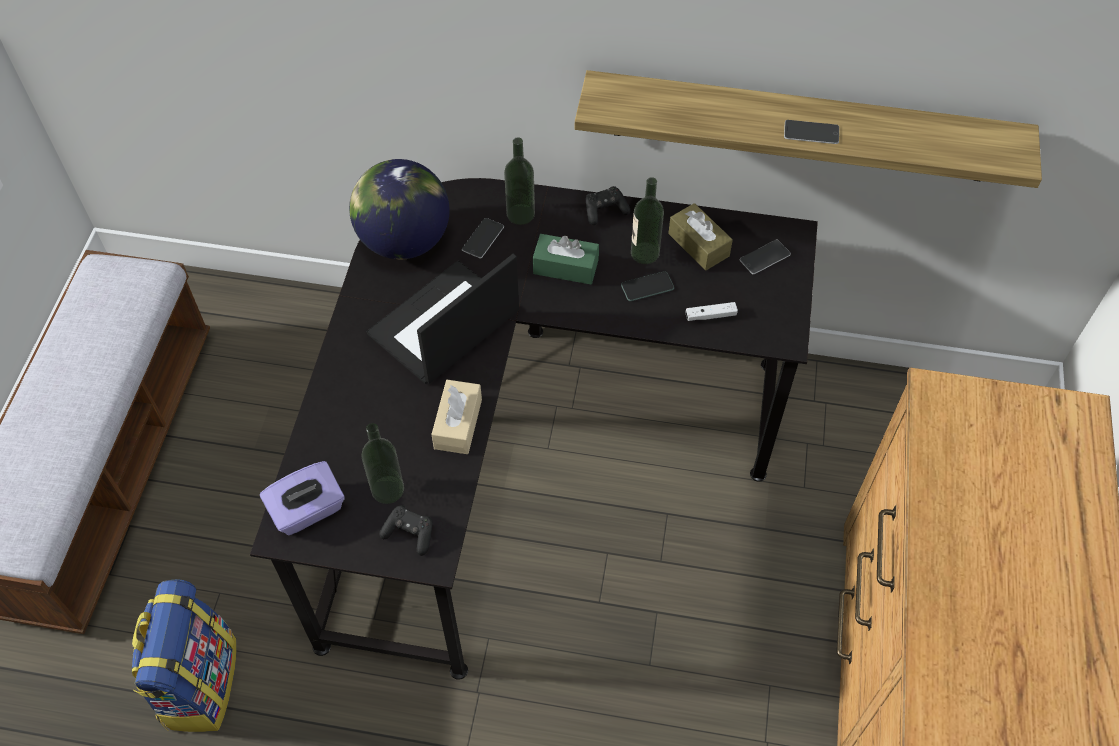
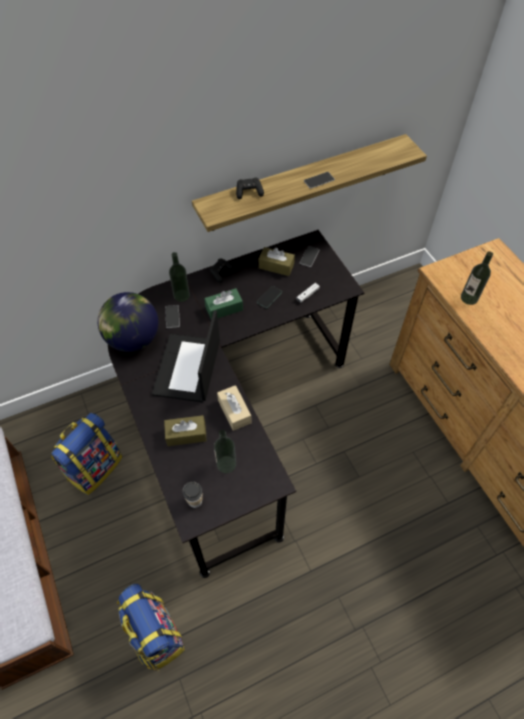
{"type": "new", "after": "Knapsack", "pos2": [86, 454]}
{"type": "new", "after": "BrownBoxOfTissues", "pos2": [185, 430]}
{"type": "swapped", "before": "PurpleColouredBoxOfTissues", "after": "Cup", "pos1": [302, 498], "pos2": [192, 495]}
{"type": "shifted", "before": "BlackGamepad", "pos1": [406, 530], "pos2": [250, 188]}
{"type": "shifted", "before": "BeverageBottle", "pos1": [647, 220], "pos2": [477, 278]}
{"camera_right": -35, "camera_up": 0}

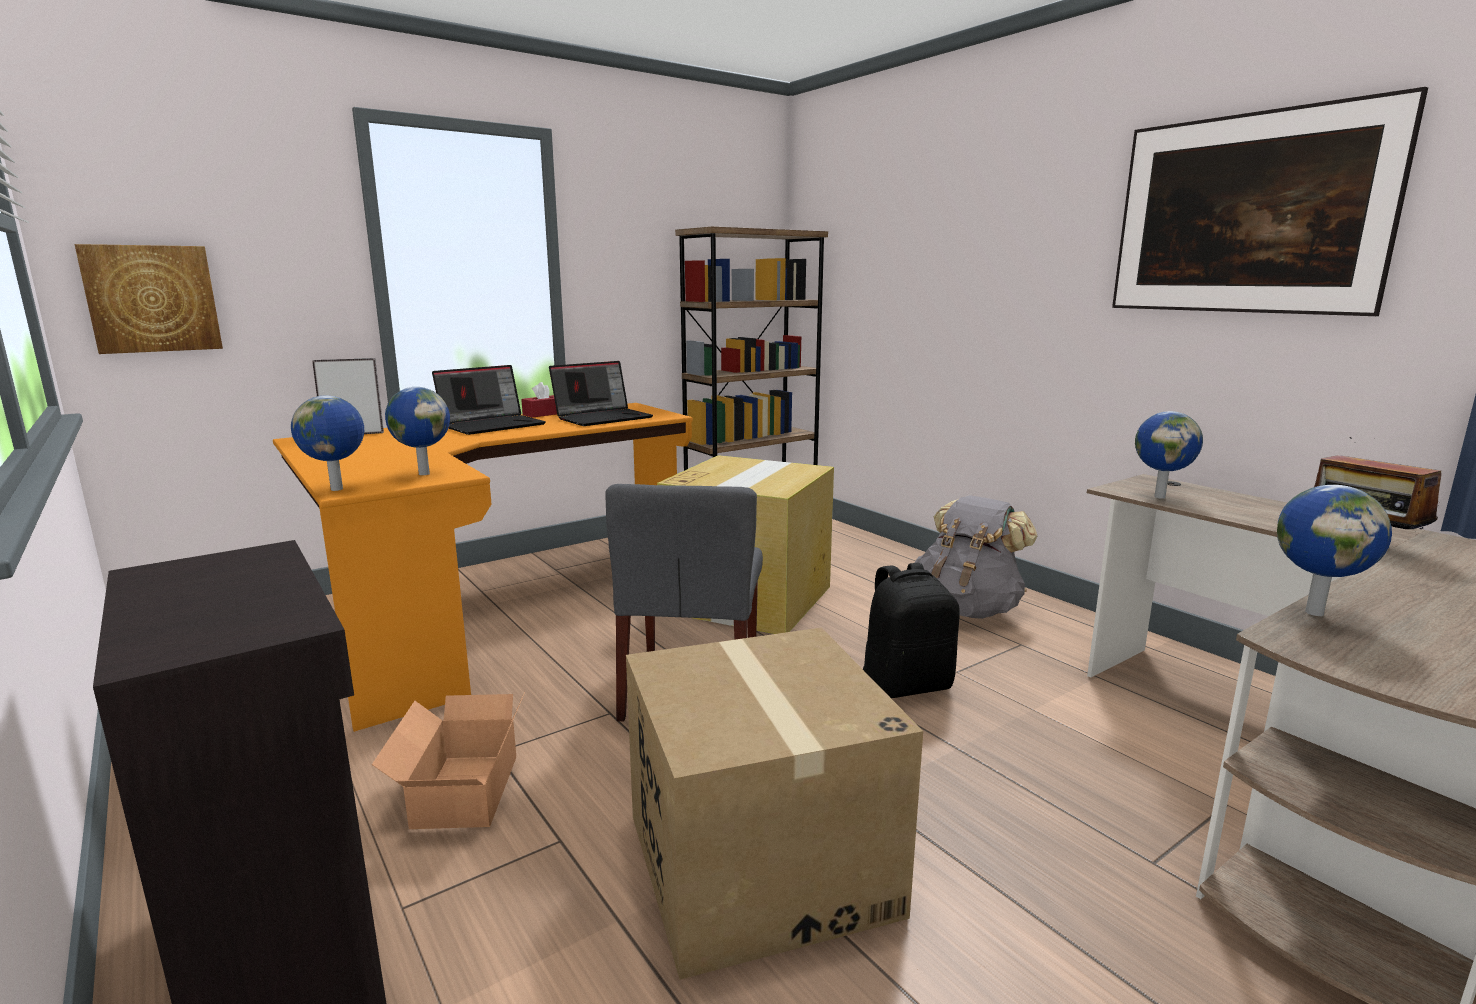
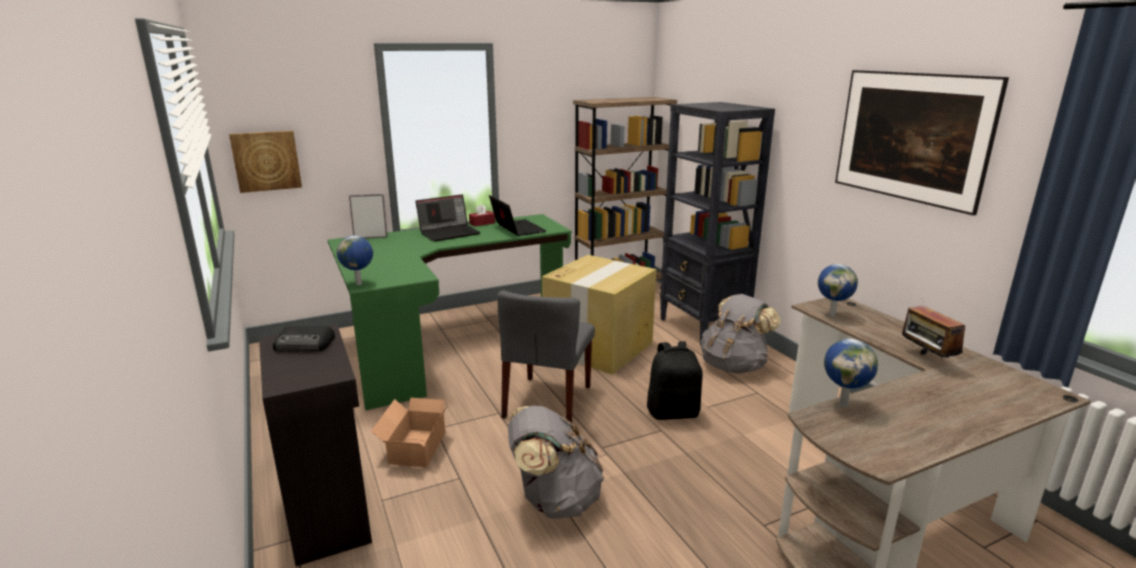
{"type": "new", "after": "RadioSet", "pos2": [304, 338]}
{"type": "repainted", "before": "OrangeColouredDesk", "after": "GreenColouredDesk", "pos1": [483, 567], "pos2": [449, 312]}
{"type": "rotated", "before": "Laptop", "pos1": [601, 393], "pos2": [517, 215], "turn": -90}
{"type": "swapped", "before": "CardboardBox", "after": "GreyKnapsack", "pos1": [774, 803], "pos2": [556, 462]}
{"type": "new", "after": "BlackBookcase", "pos2": [717, 224]}
{"type": "gone", "before": "WorldGlobe", "pos1": [417, 431]}
{"camera_right": 10, "camera_up": 5}

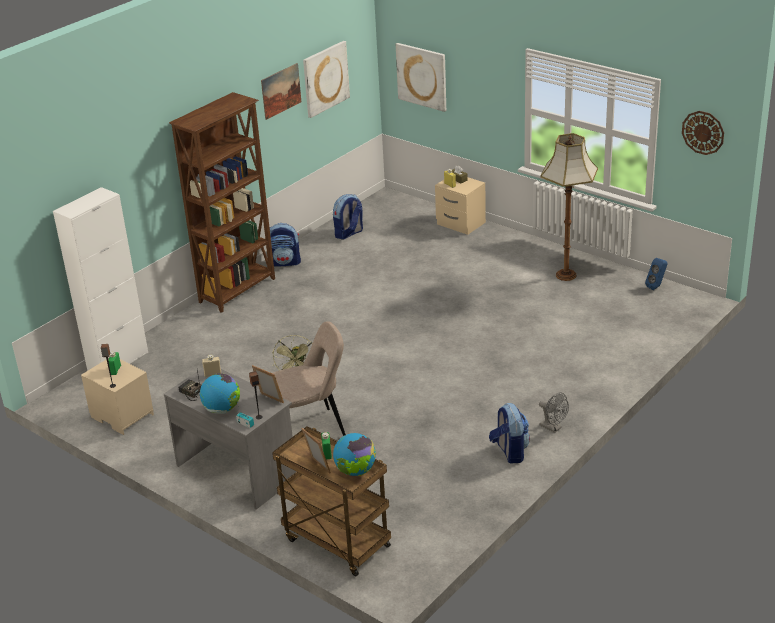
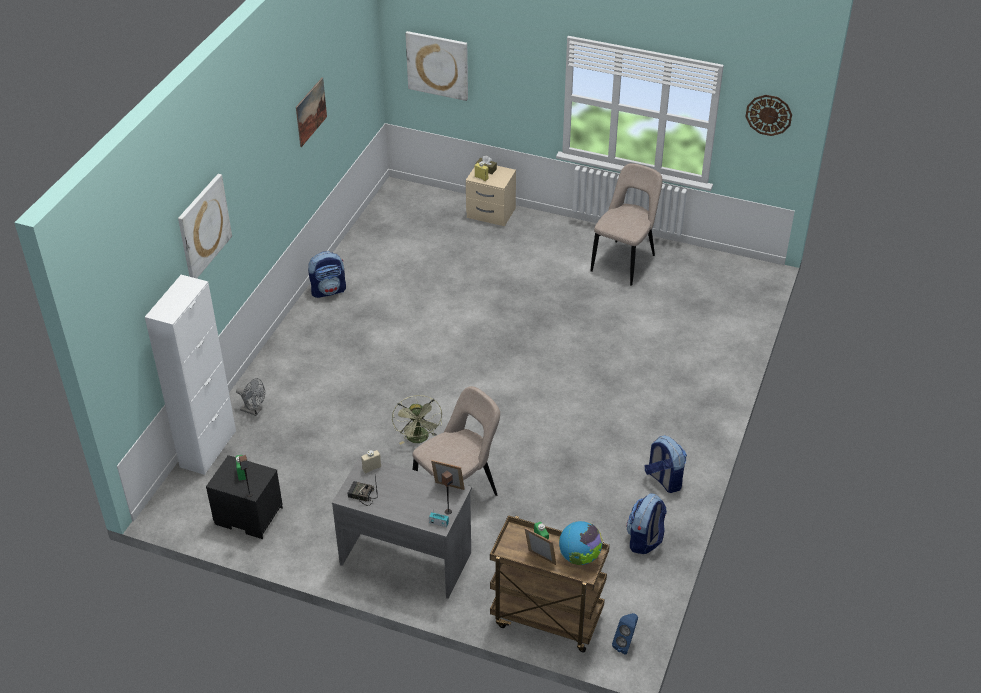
{"type": "shifted", "before": "WallPicture", "pos1": [326, 79], "pos2": [205, 226]}
{"type": "repainted", "before": "SandColouredNightstand", "after": "BlackNightstand", "pos1": [117, 396], "pos2": [244, 497]}
{"type": "shifted", "before": "GreyCoolingFan", "pos1": [554, 412], "pos2": [250, 397]}
{"type": "swapped", "before": "StandingLamp", "after": "SandColouredUprightChair", "pos1": [569, 207], "pos2": [626, 224]}
{"type": "shifted", "before": "BlueAudioSpeaker", "pos1": [656, 274], "pos2": [625, 633]}
{"type": "shifted", "before": "Knapsack", "pos1": [348, 217], "pos2": [647, 523]}
{"type": "gone", "before": "BrownBookcase", "pos1": [222, 202]}
{"type": "gone", "before": "WorldGlobe", "pos1": [220, 393]}
{"camera_right": -20, "camera_up": 10}

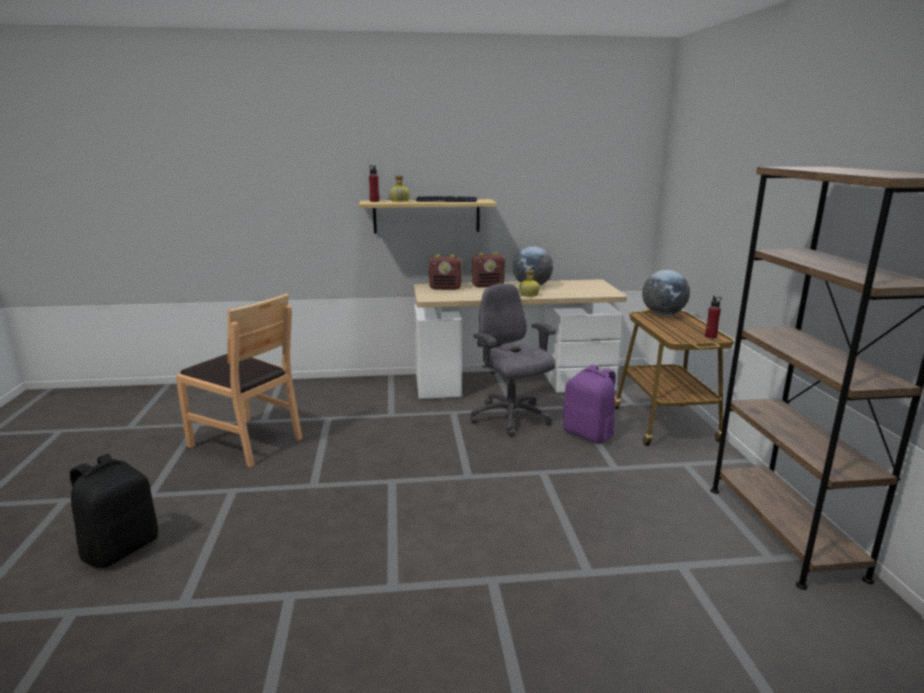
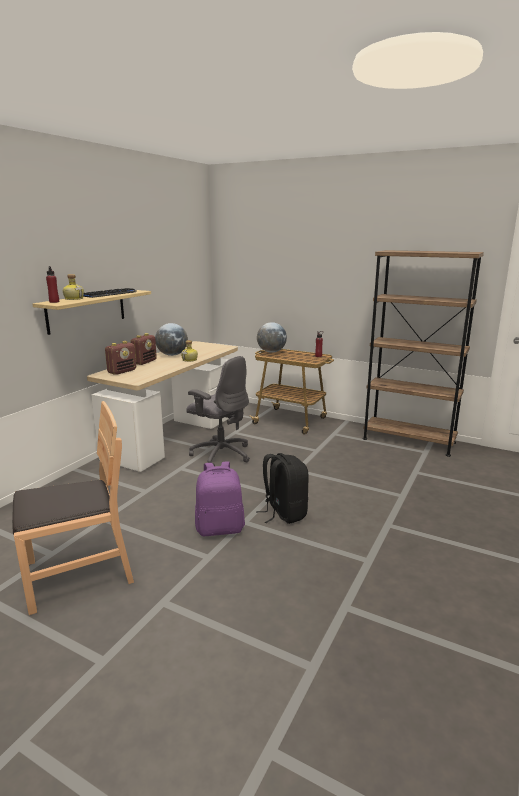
{"type": "rotated", "before": "GreyComputerChair", "pos1": [513, 360], "pos2": [218, 411], "turn": -150}
{"type": "shifted", "before": "PurpleColouredKnapsack", "pos1": [589, 404], "pos2": [220, 498]}
{"type": "shifted", "before": "BlackKnapsack", "pos1": [114, 511], "pos2": [282, 488]}
{"camera_right": -55, "camera_up": 0}

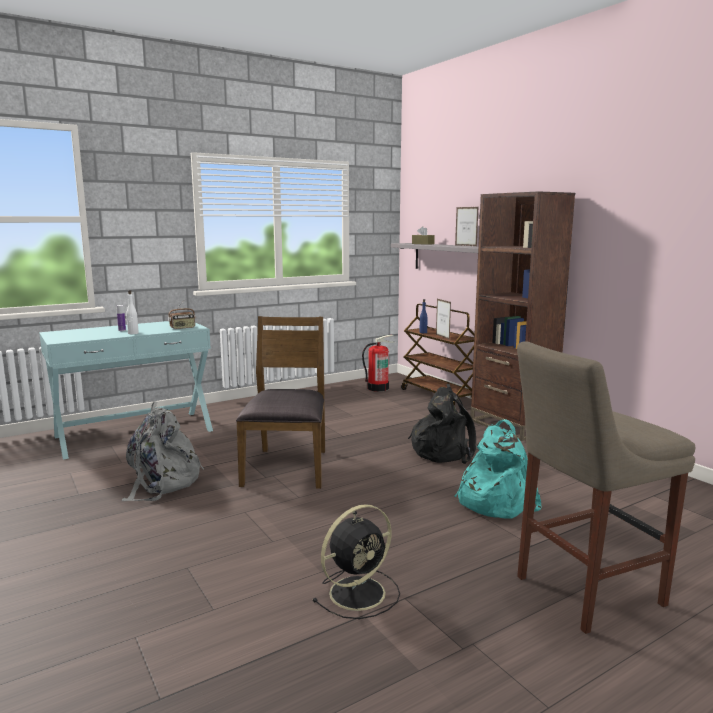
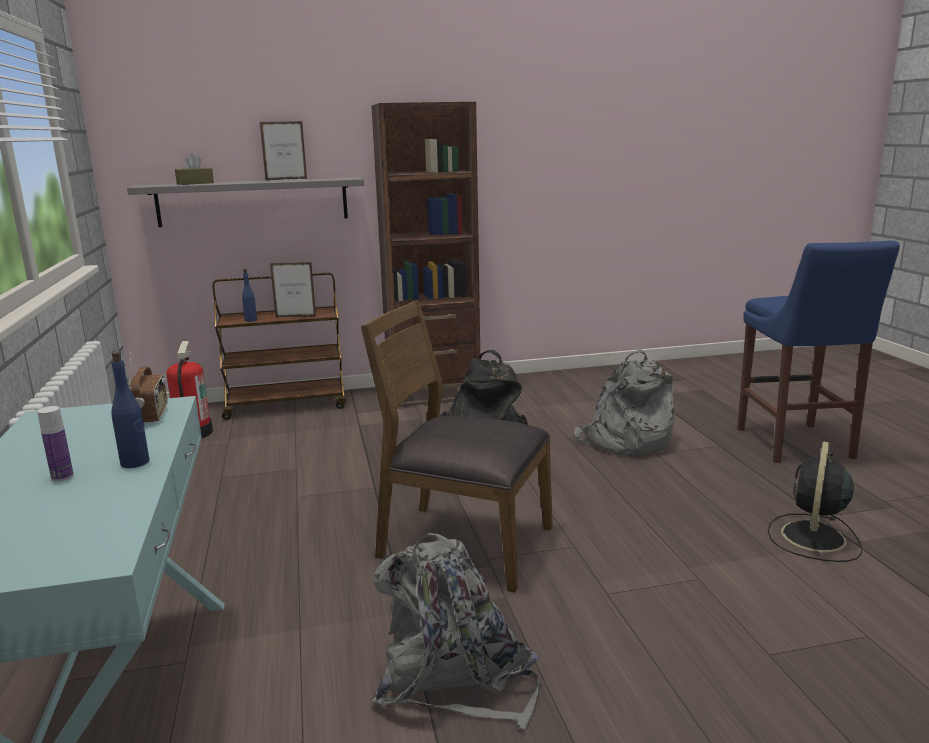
{"type": "repainted", "before": "WhiteColouredBeverageBottle", "after": "BlueBeverageBottle", "pos1": [132, 312], "pos2": [130, 409]}
{"type": "repainted", "before": "BlueGreenKnapsack", "after": "GreyKnapsack", "pos1": [498, 469], "pos2": [624, 402]}
{"type": "repainted", "before": "SandColouredSittingStool", "after": "BlueSittingStool", "pos1": [606, 487], "pos2": [818, 351]}
{"type": "rotated", "before": "BlackCoolingFan", "pos1": [356, 561], "pos2": [815, 501], "turn": -135}
{"camera_right": -70, "camera_up": 5}

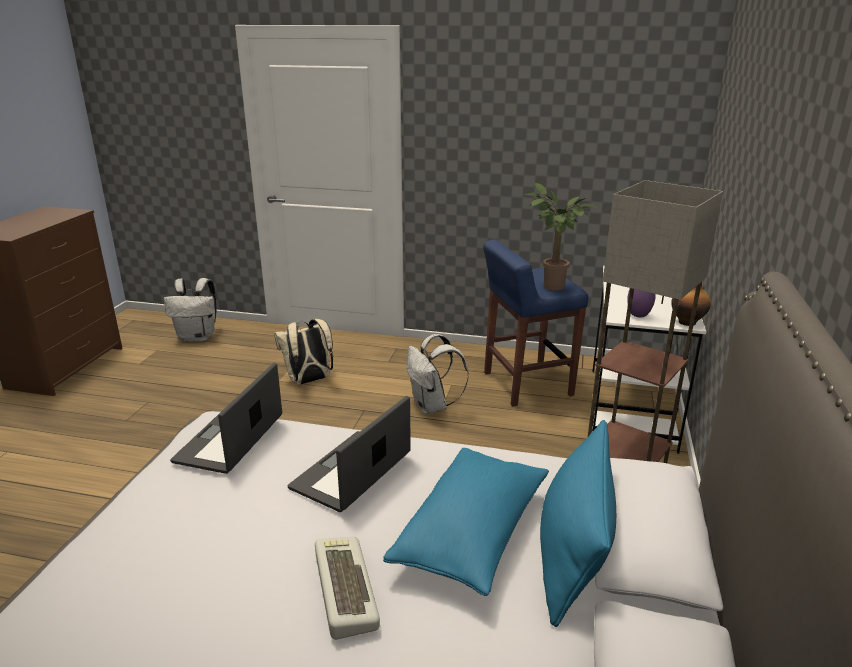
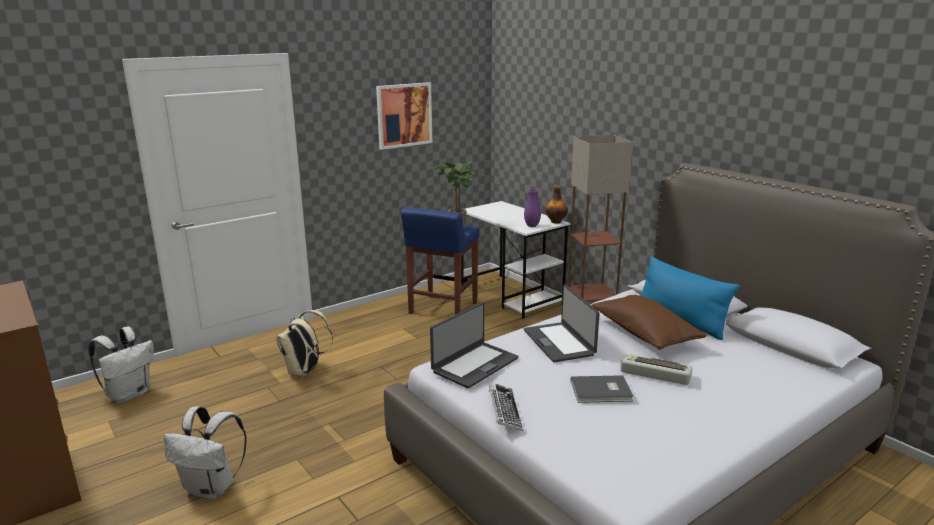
{"type": "shifted", "before": "WhiteColouredKnapsack", "pos1": [438, 374], "pos2": [205, 453]}
{"type": "new", "after": "WallPicture", "pos2": [404, 116]}
{"type": "rotated", "before": "Laptop", "pos1": [226, 418], "pos2": [474, 345], "turn": -105}
{"type": "new", "after": "PcKeyboard", "pos2": [506, 406]}
{"type": "new", "after": "GreyVolume", "pos2": [602, 389]}
{"type": "repainted", "before": "BluePillow", "after": "BrownPillow", "pos1": [466, 522], "pos2": [649, 322]}
{"camera_right": -50, "camera_up": -5}

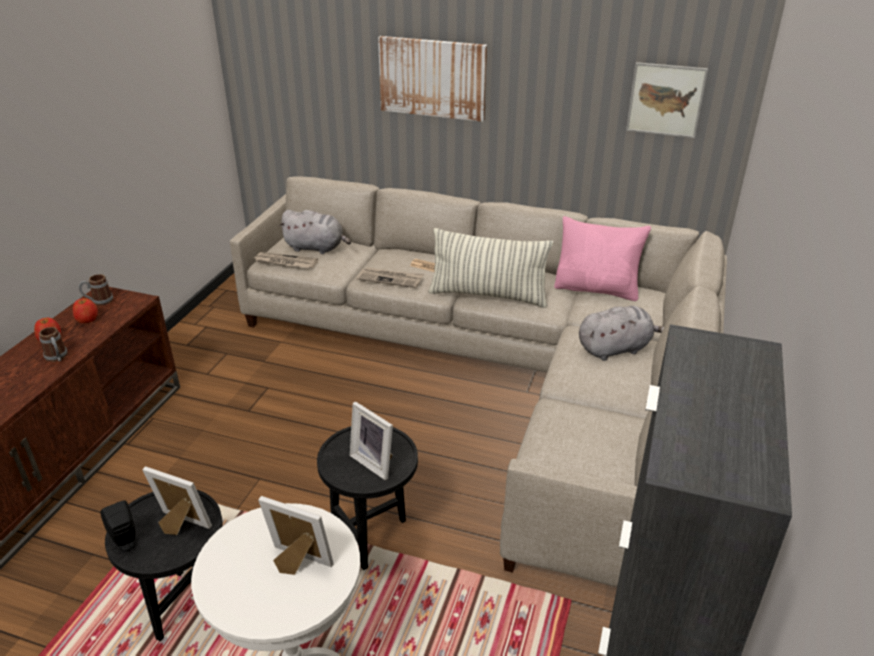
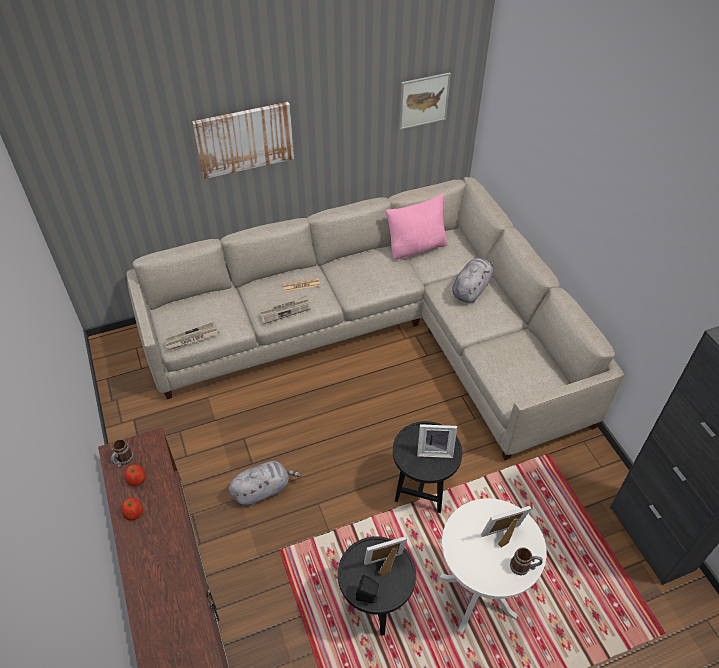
{"type": "shifted", "before": "GreyPlushToy", "pos1": [315, 232], "pos2": [265, 483]}
{"type": "shifted", "before": "TeaMug", "pos1": [53, 344], "pos2": [526, 561]}
{"type": "gone", "before": "Pillow", "pos1": [490, 268]}
{"camera_right": -40, "camera_up": 15}

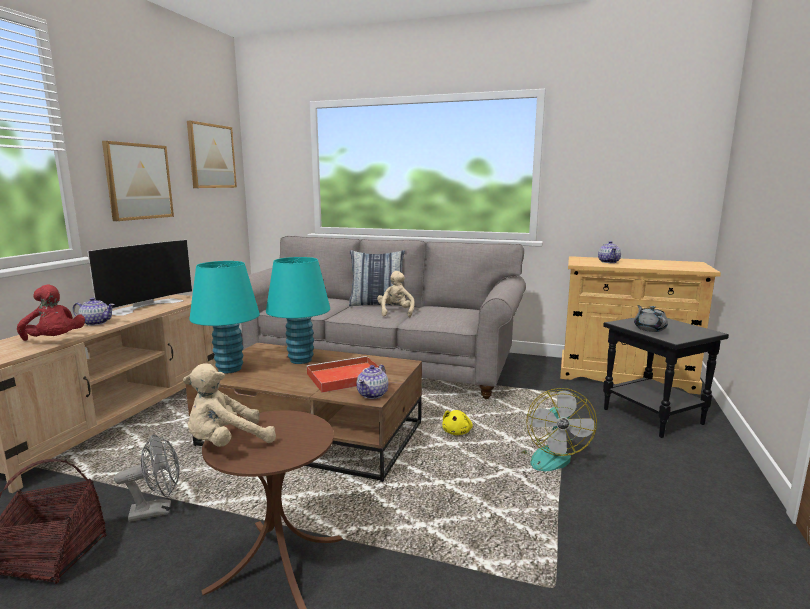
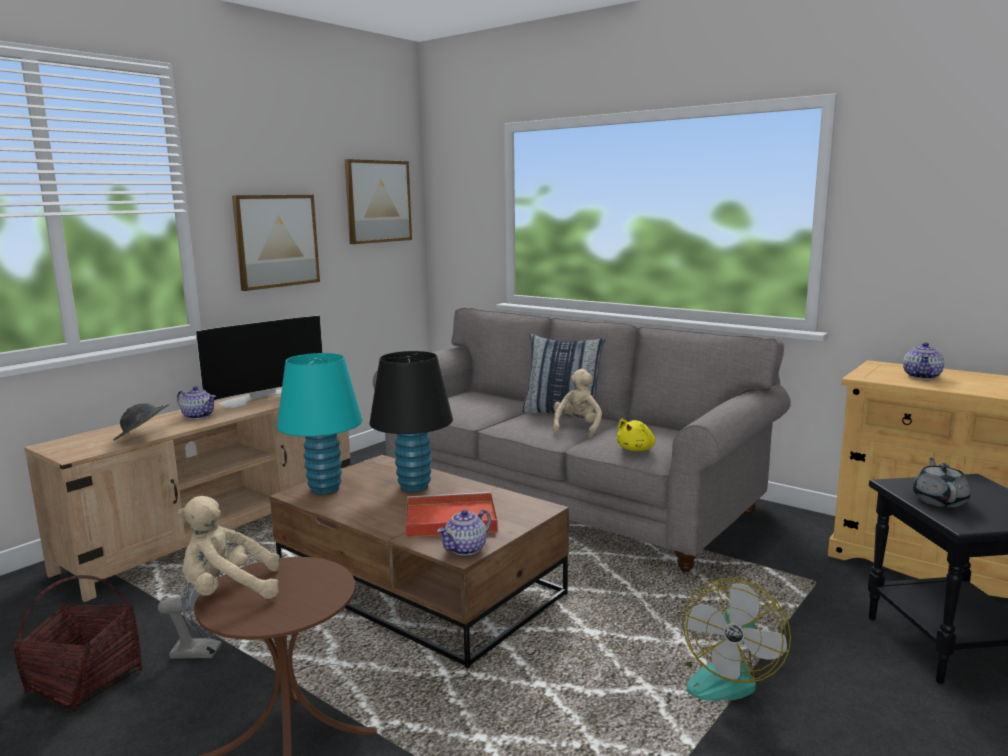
{"type": "swapped", "before": "RedPlushToy", "after": "GreyHat", "pos1": [51, 312], "pos2": [141, 422]}
{"type": "repainted", "before": "BlueGreenTabletopLamp", "after": "BlackTabletopLamp", "pos1": [298, 310], "pos2": [411, 421]}
{"type": "shifted", "before": "YellowishPlushToy", "pos1": [457, 422], "pos2": [636, 435]}
{"camera_right": 20, "camera_up": 0}

